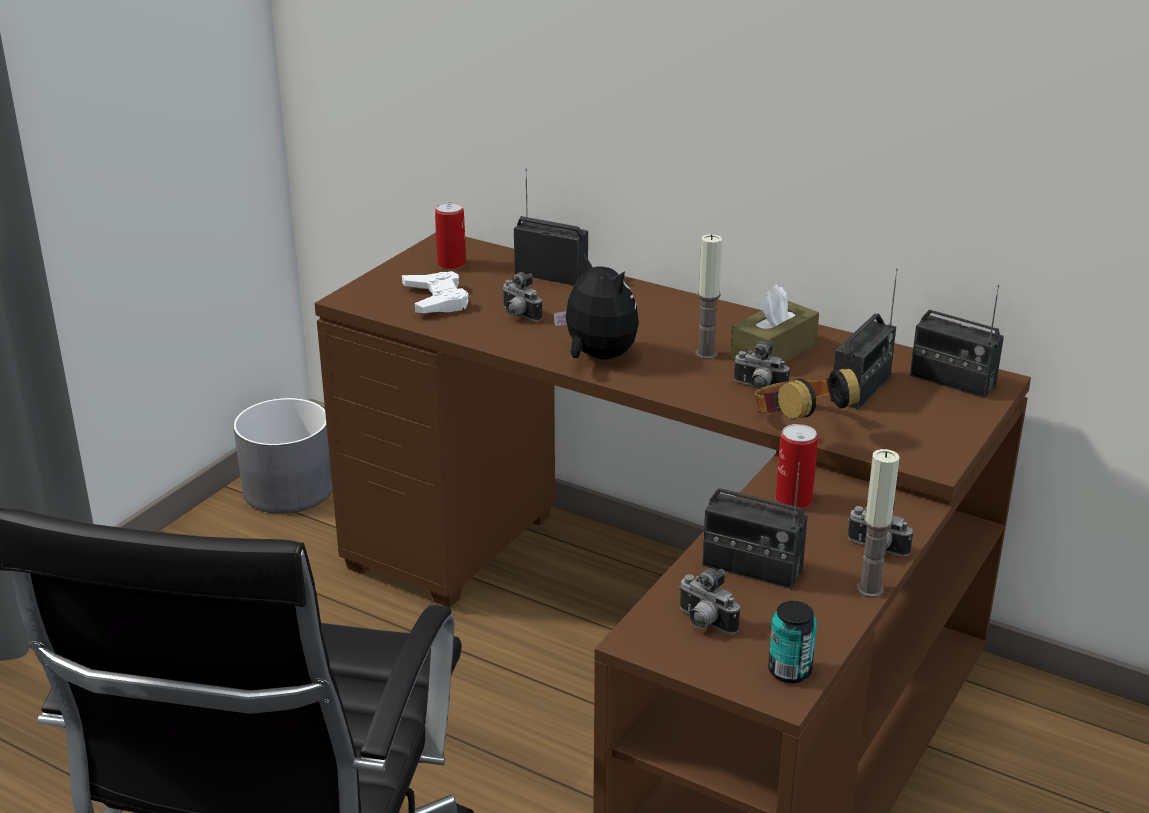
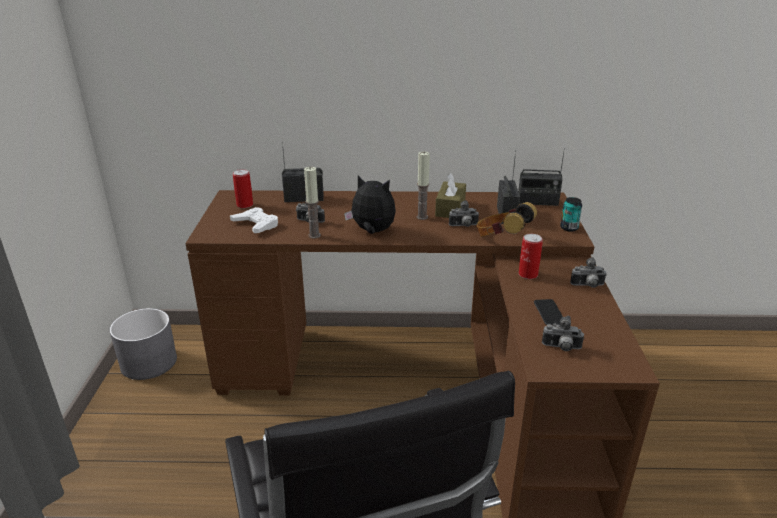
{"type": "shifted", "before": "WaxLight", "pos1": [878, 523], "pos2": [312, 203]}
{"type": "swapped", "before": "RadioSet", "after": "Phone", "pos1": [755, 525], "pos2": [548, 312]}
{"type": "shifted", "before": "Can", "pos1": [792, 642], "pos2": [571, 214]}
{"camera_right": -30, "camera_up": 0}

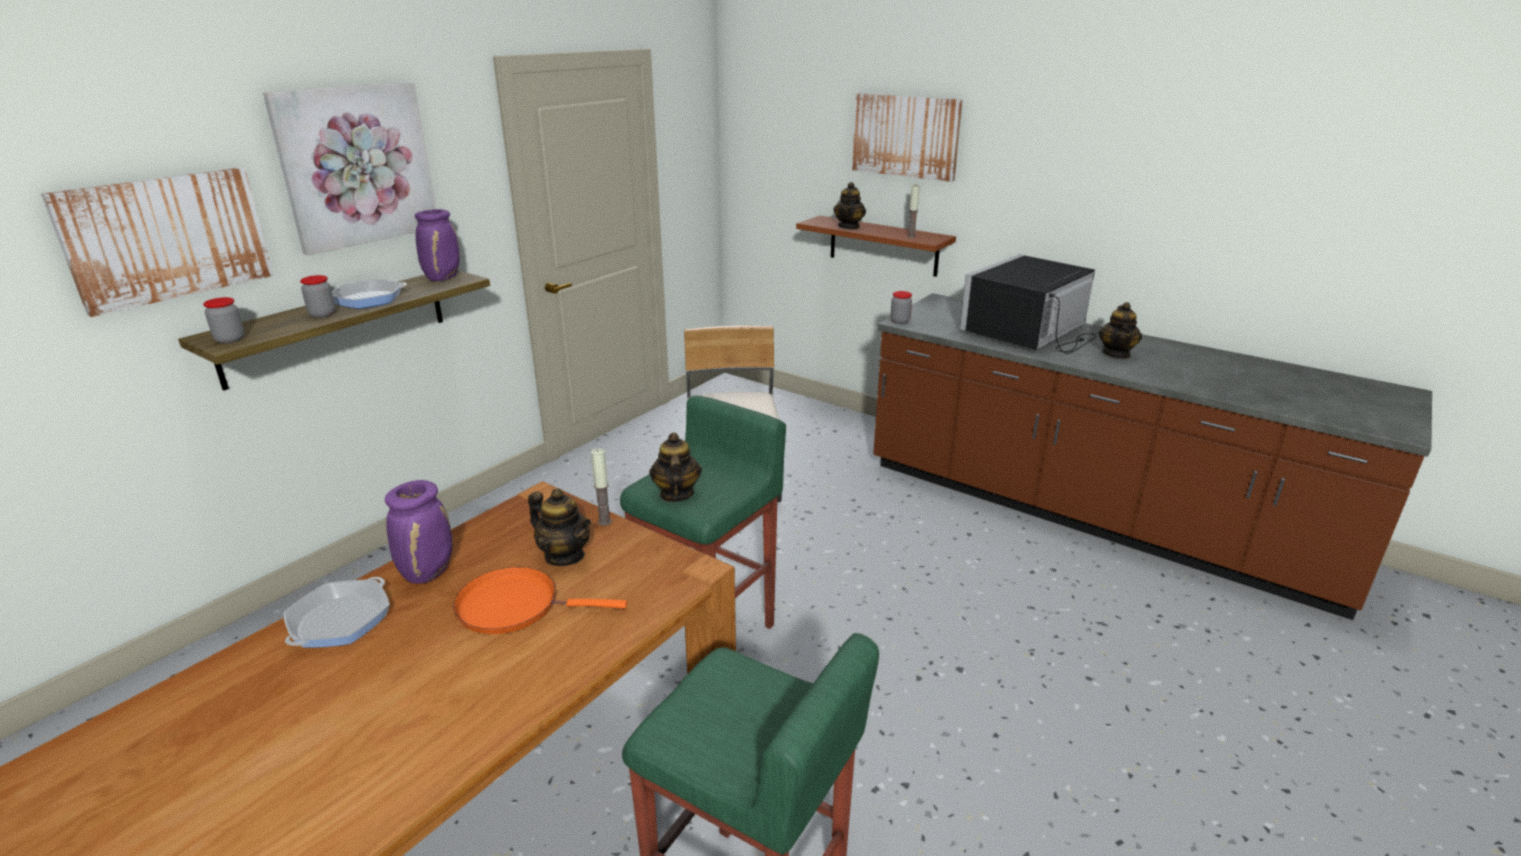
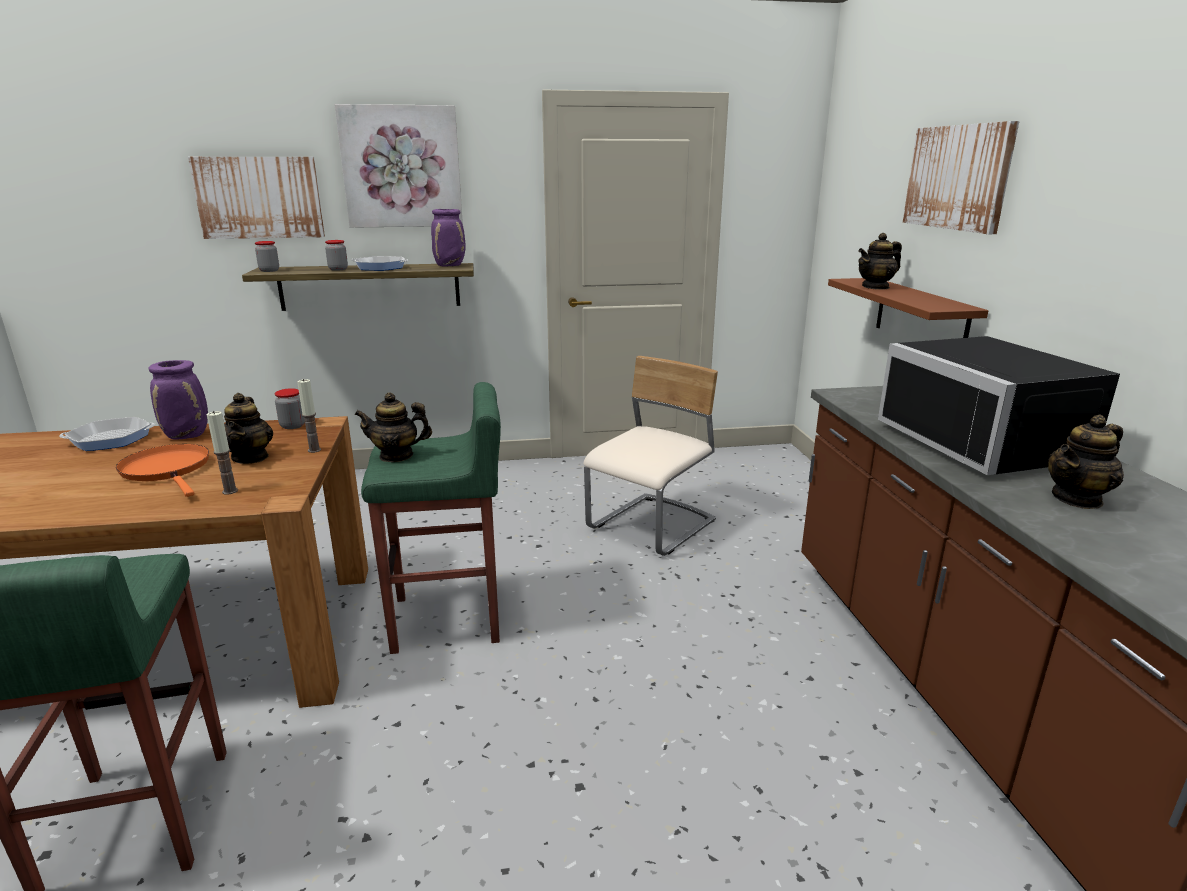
{"type": "shifted", "before": "WaxLight", "pos1": [913, 211], "pos2": [222, 453]}
{"type": "shifted", "before": "StorageJar", "pos1": [901, 307], "pos2": [289, 408]}
{"type": "rotated", "before": "Teapot", "pos1": [675, 467], "pos2": [393, 427], "turn": -135}
{"type": "rotated", "before": "BlackMicrowave", "pos1": [1028, 304], "pos2": [999, 405], "turn": -105}
{"camera_right": 45, "camera_up": -5}

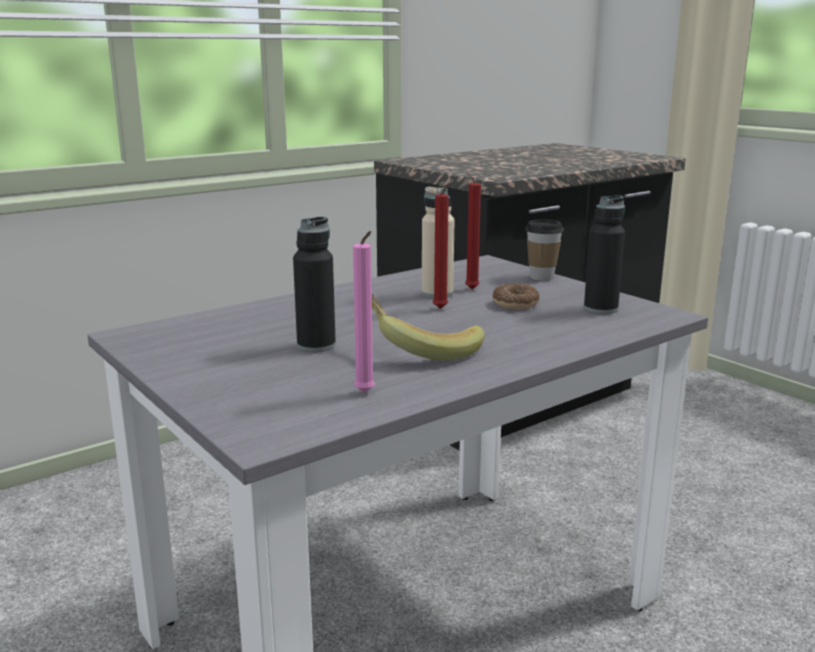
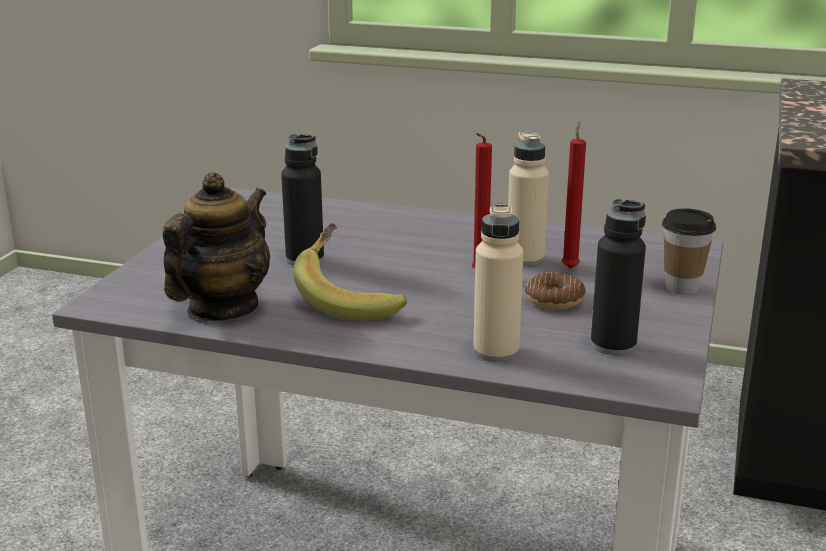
{"type": "swapped", "before": "PinkishWaxLight", "after": "Teapot", "pos1": [364, 312], "pos2": [216, 246]}
{"type": "new", "after": "SandColouredBeverageBottle", "pos2": [498, 282]}
{"camera_right": 55, "camera_up": 5}

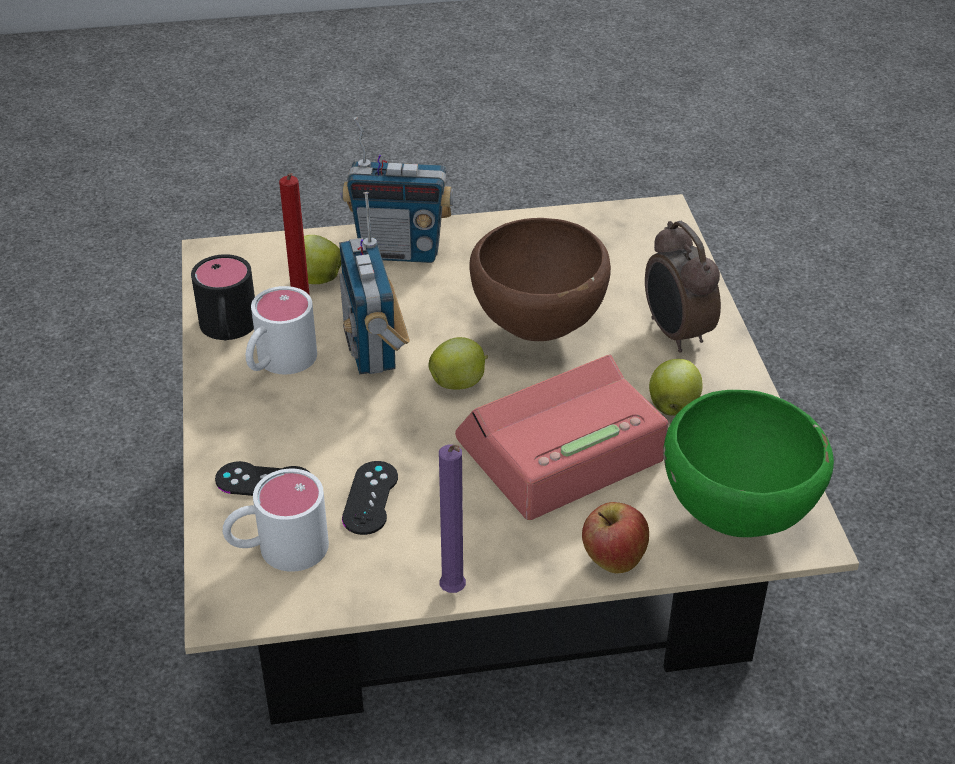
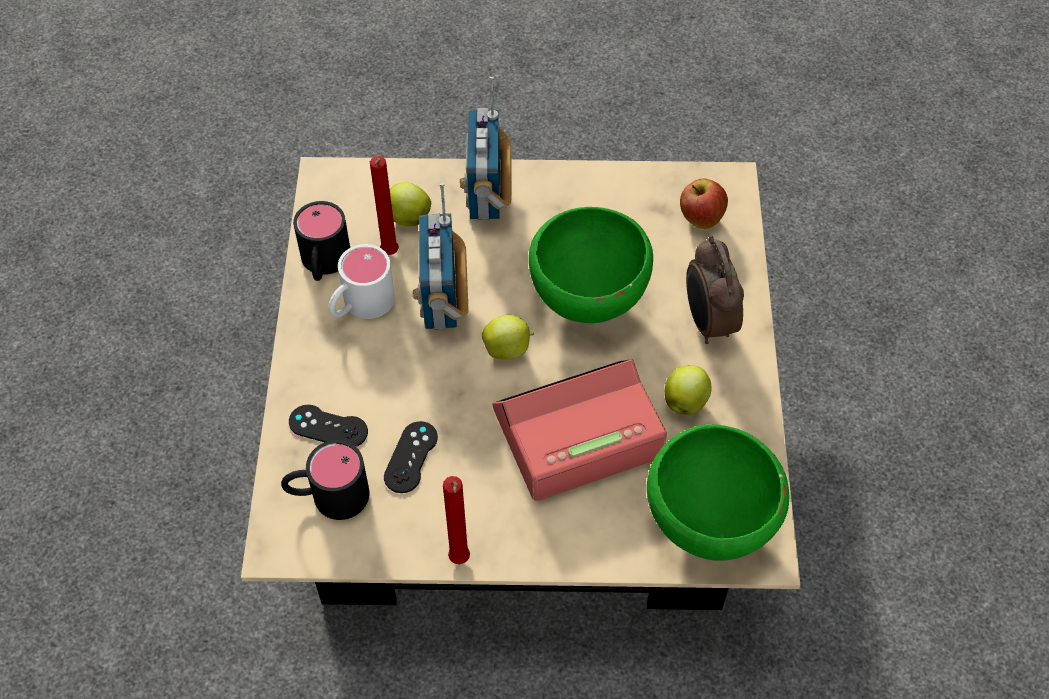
{"type": "repainted", "before": "WhiteColouredTeaMug", "after": "BlackTeaMug", "pos1": [276, 520], "pos2": [325, 480]}
{"type": "repainted", "before": "PurpleColouredWaxLight", "after": "RedWaxLight", "pos1": [452, 519], "pos2": [456, 520]}
{"type": "rotated", "before": "RadioSet", "pos1": [397, 190], "pos2": [486, 148], "turn": 75}
{"type": "repainted", "before": "BrownDeepDish", "after": "GreenColouredDeepDish", "pos1": [540, 279], "pos2": [591, 265]}
{"type": "shifted", "before": "WholeApple", "pos1": [615, 537], "pos2": [704, 203]}
{"camera_right": 10, "camera_up": 15}

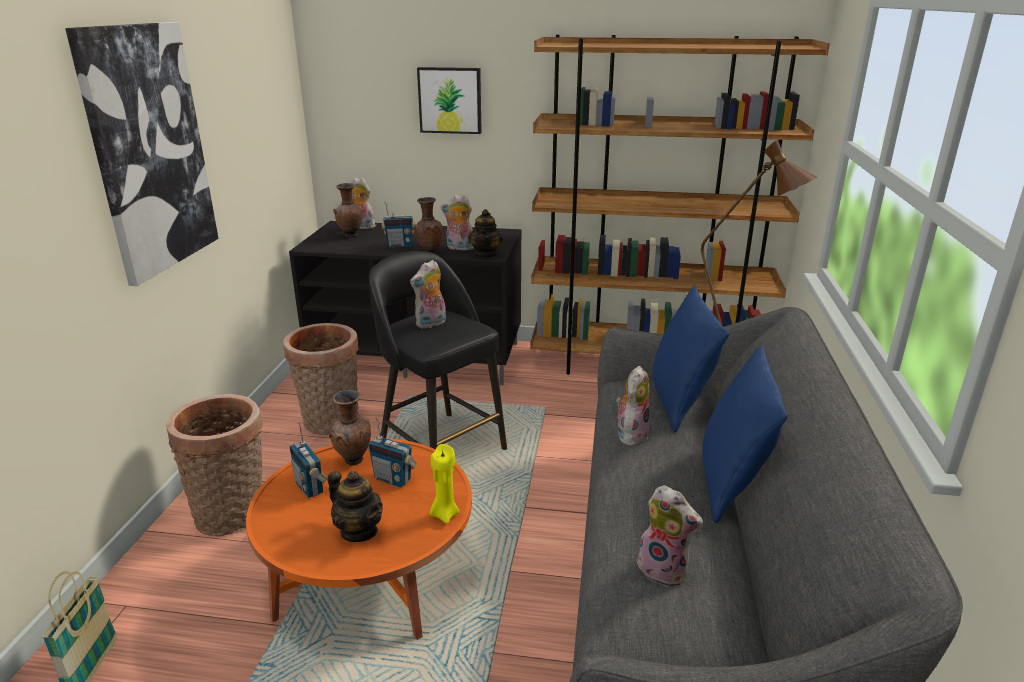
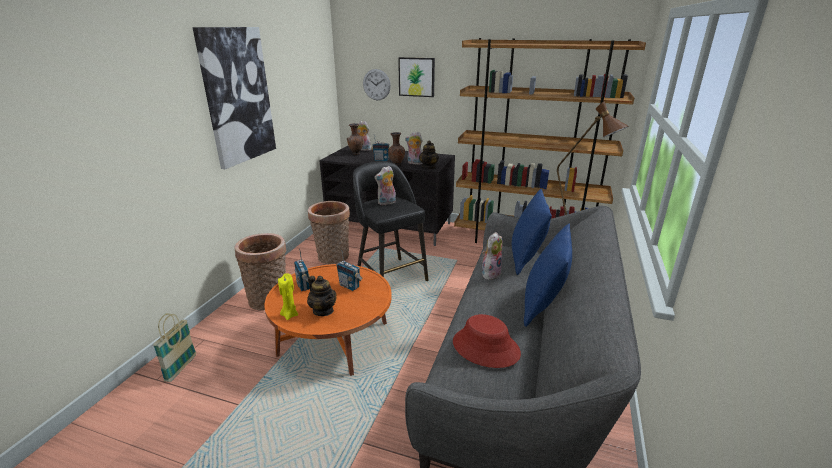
{"type": "shifted", "before": "YellowishWaxLight", "pos1": [445, 484], "pos2": [288, 296]}
{"type": "new", "after": "HangingClock", "pos2": [377, 84]}
{"type": "swapped", "before": "PlushToy", "after": "RedHat", "pos1": [670, 536], "pos2": [487, 341]}
{"type": "gone", "before": "BrownFlowerVase", "pos1": [350, 428]}
{"camera_right": 10, "camera_up": 0}

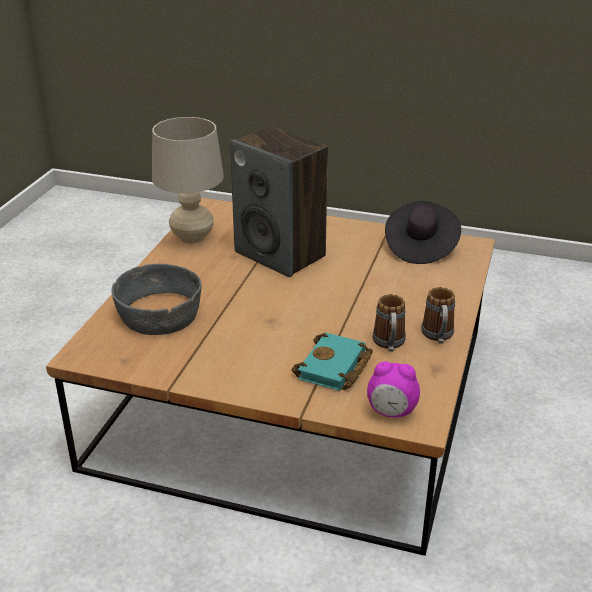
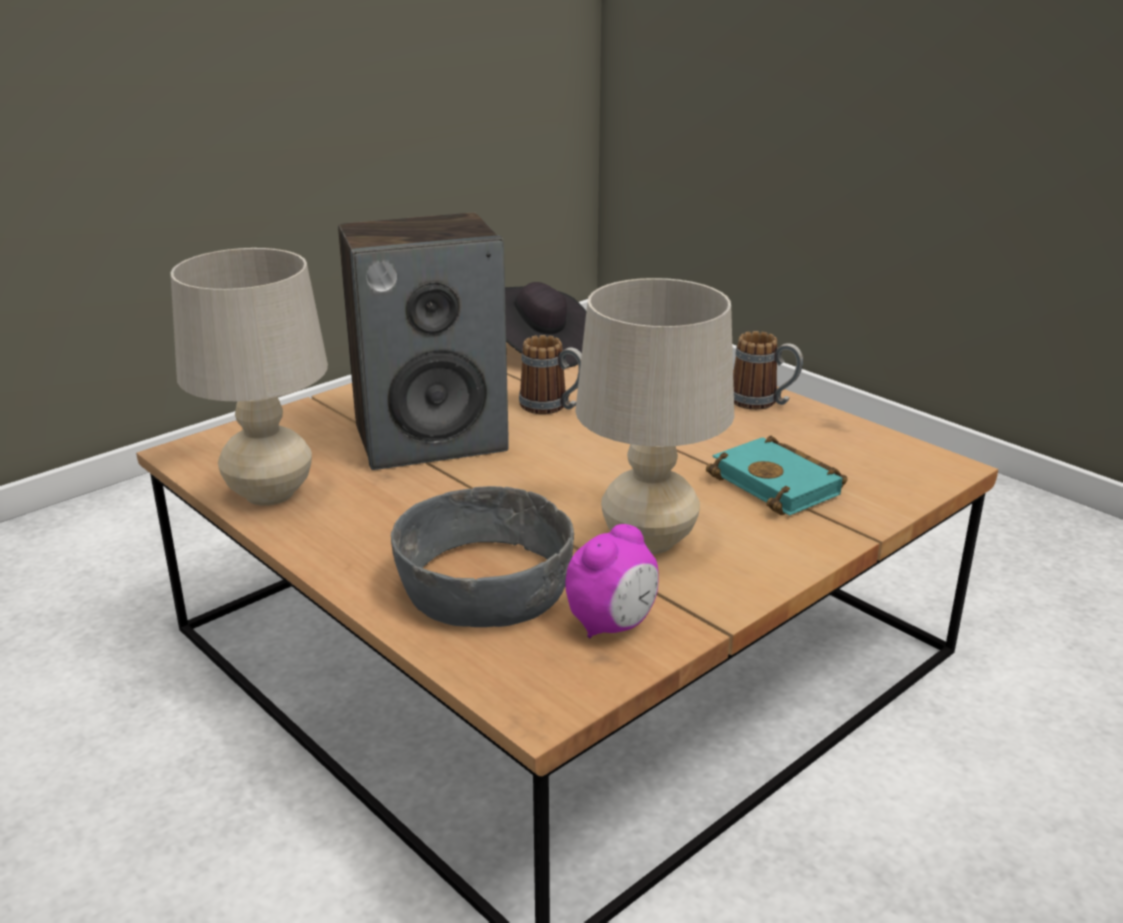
{"type": "shifted", "before": "TeaMug", "pos1": [389, 322], "pos2": [550, 374]}
{"type": "shifted", "before": "BedsideClock", "pos1": [393, 389], "pos2": [612, 581]}
{"type": "new", "after": "SandColouredTabletopLamp", "pos2": [654, 416]}
{"camera_right": -60, "camera_up": -5}

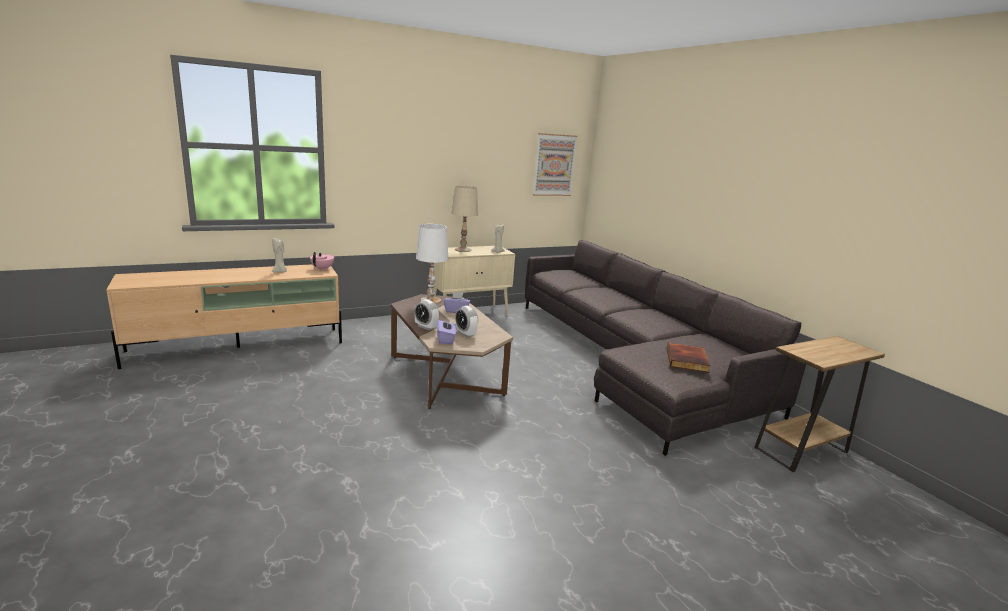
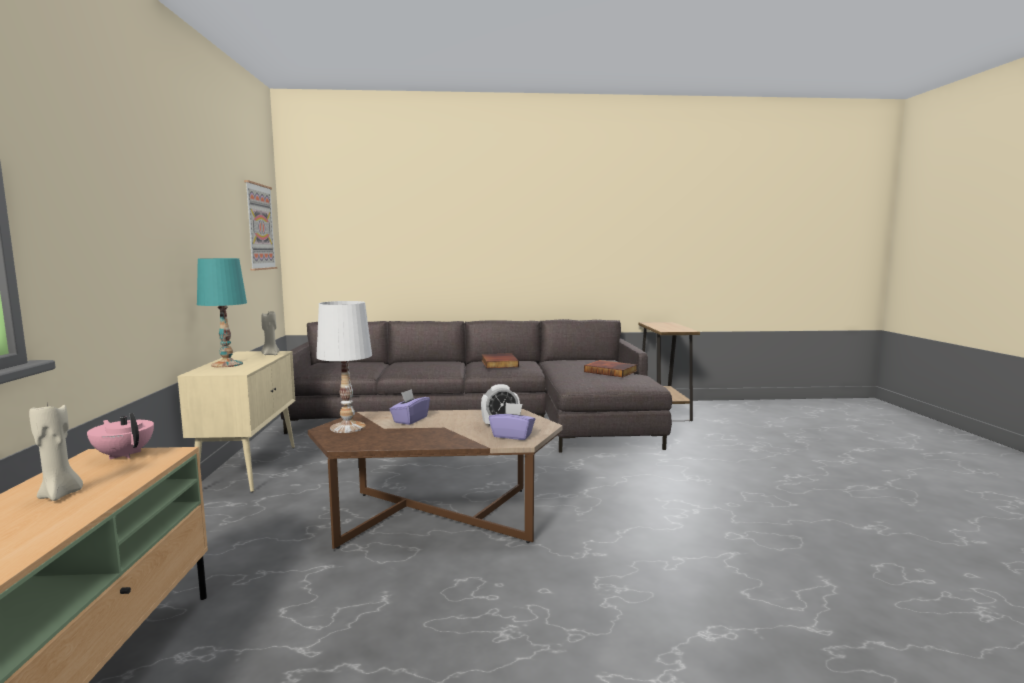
{"type": "repainted", "before": "SandColouredTabletopLamp", "after": "BlueGreenTabletopLamp", "pos1": [465, 219], "pos2": [222, 312]}
{"type": "new", "after": "Volume", "pos2": [500, 360]}
{"type": "gone", "before": "BedsideClock", "pos1": [426, 314]}
{"camera_right": -65, "camera_up": -10}

